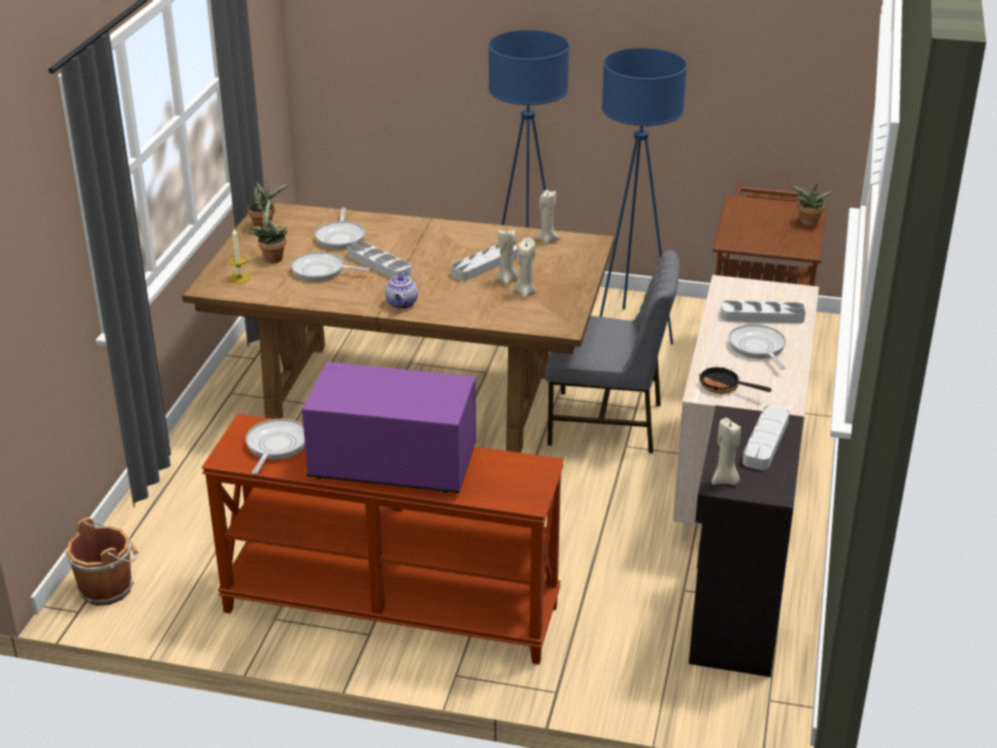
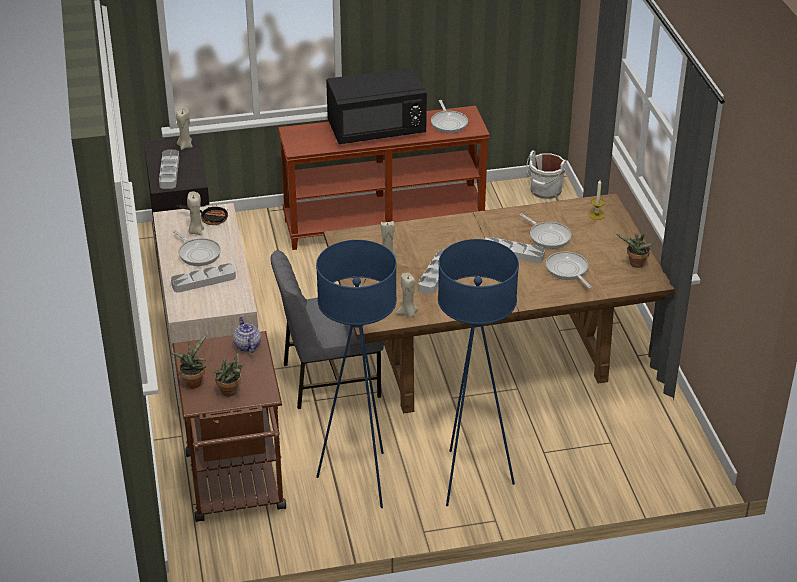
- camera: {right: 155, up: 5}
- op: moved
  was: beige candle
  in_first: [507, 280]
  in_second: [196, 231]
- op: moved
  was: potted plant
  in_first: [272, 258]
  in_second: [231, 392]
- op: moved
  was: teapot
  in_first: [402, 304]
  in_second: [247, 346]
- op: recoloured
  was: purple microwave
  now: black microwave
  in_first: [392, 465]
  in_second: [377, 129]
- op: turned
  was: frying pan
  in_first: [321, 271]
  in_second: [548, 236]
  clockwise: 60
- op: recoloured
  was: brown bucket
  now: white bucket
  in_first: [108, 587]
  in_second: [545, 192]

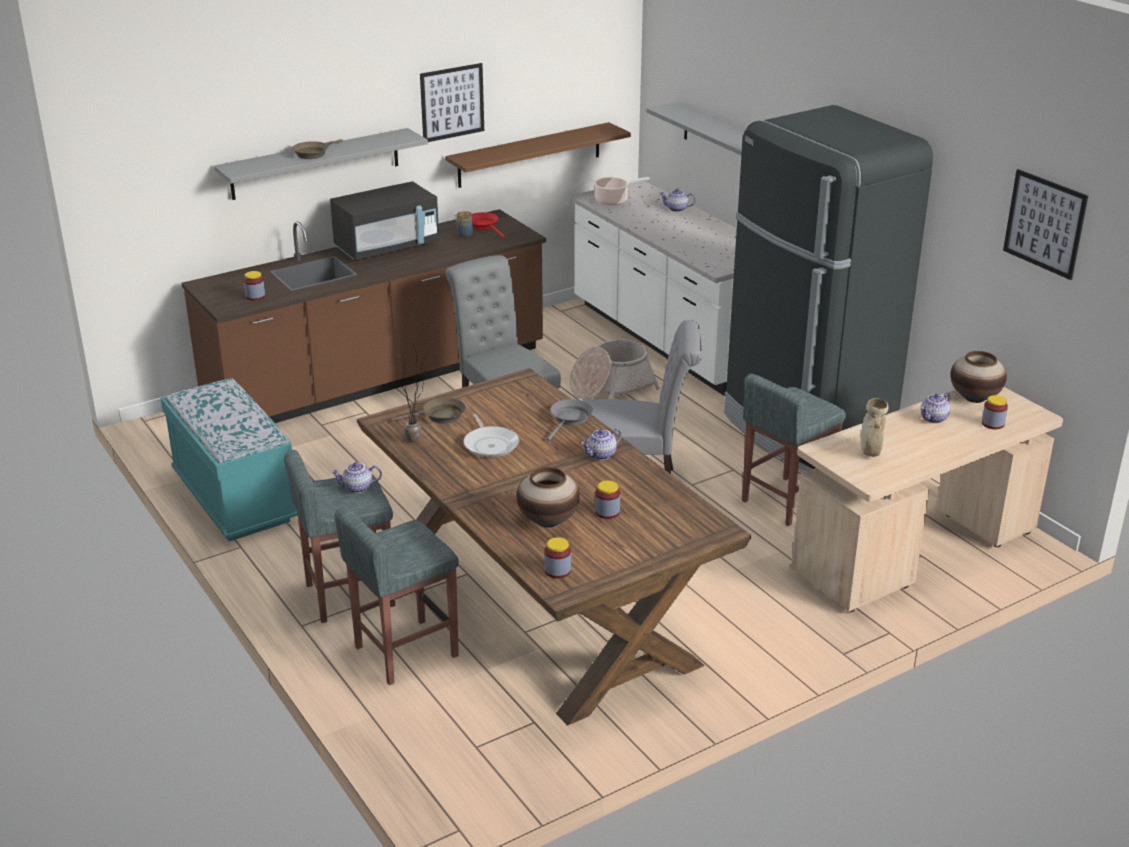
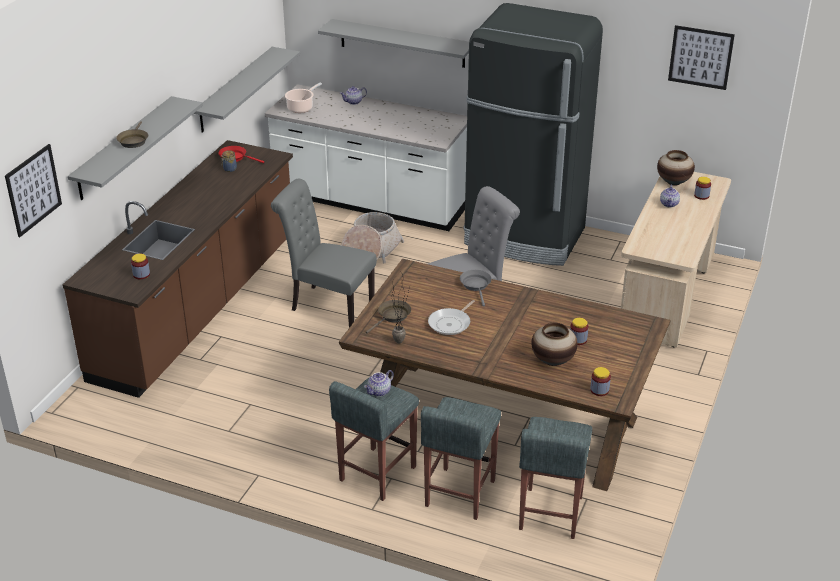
- camera: {right: -35, up: 5}
- op: moved
  was: picture
  in_first: [452, 102]
  in_second: [33, 190]
- op: recoloured
  was: brown shelf
  now: grey shelf
  in_first: [529, 155]
  in_second: [235, 89]
- op: turned
  was: frying pan
  in_first: [490, 444]
  in_second: [451, 323]
  clockwise: 90
- op: moved
  was: grey stool
  in_first: [785, 501]
  in_second: [550, 513]
- op: removed
  was: turquoise bench
  in_first: [234, 499]
- op: removed
  was: black microwave
  in_first: [387, 247]
- op: removed
  was: teapot
  in_first: [601, 455]
- op: removed
  was: beige vase
  in_first: [870, 453]

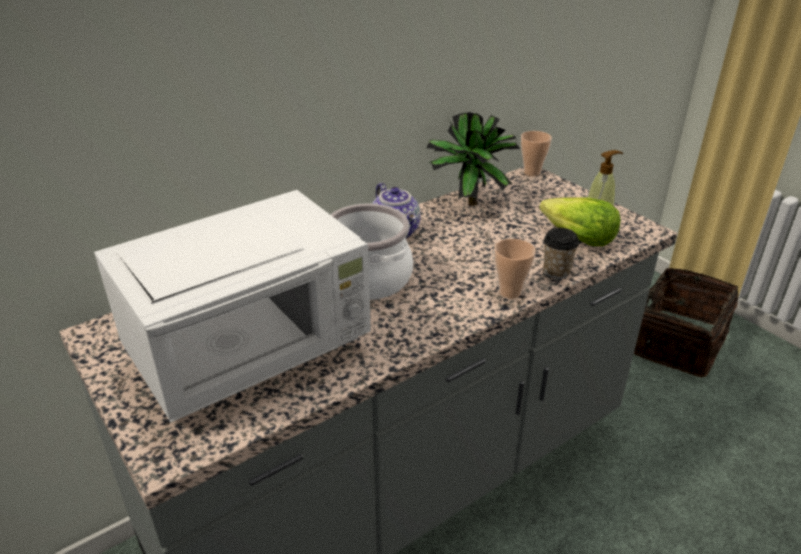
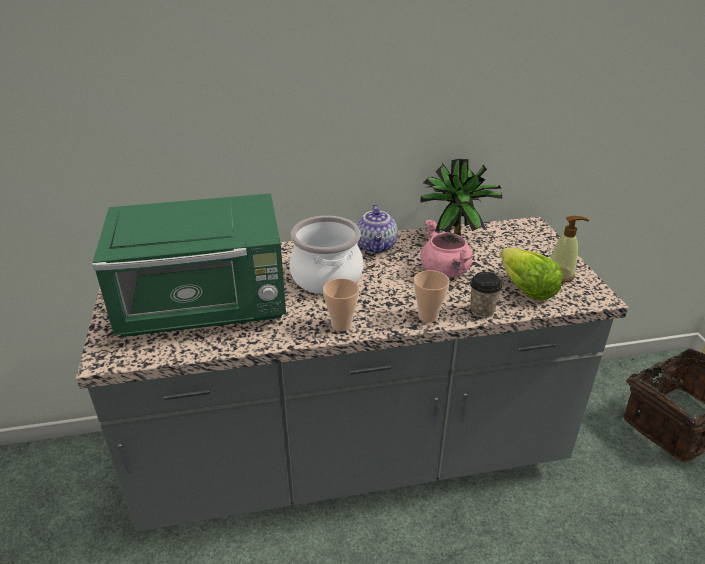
- camera: {right: 25, up: 0}
- op: recoloured
  was: white microwave
  now: green microwave
  in_first: [253, 354]
  in_second: [206, 308]
- op: moved
  was: cup
  in_first: [532, 172]
  in_second: [341, 325]
- op: added
  now: pink cooking pot
  in_second: [446, 271]

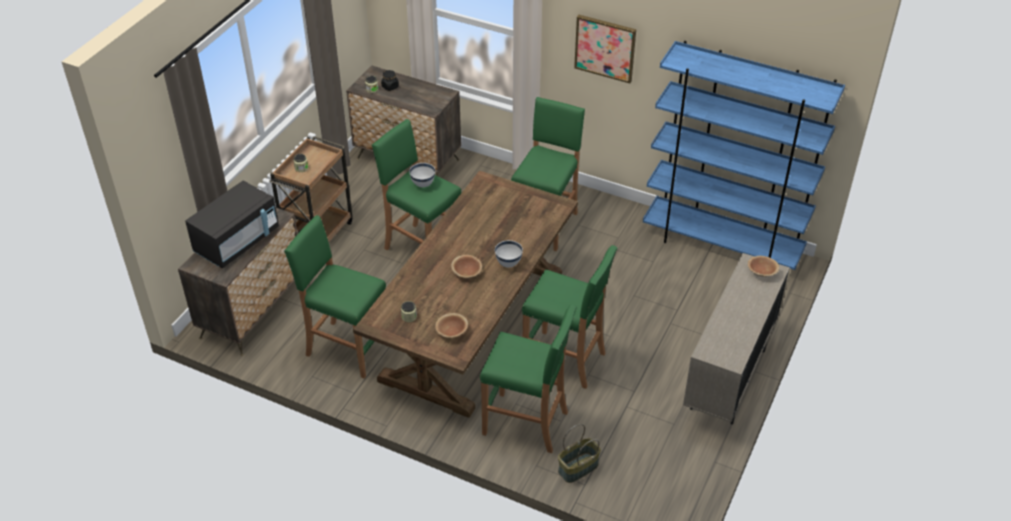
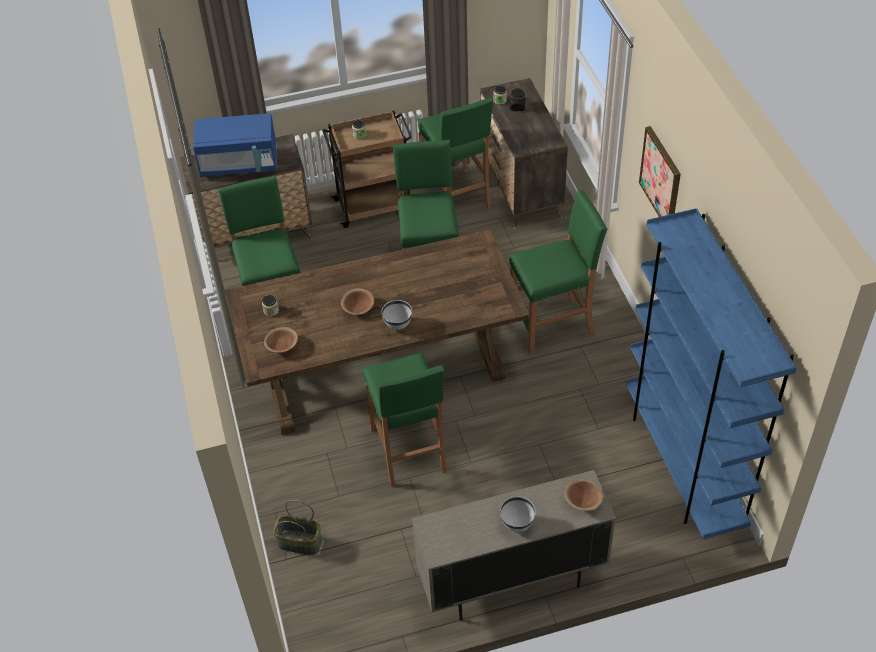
- camera: {right: 50, up: 5}
- op: recoloured
  was: black microwave
  now: blue microwave
  in_first: [237, 241]
  in_second: [239, 163]
- op: moved
  was: green stool
  in_first: [526, 423]
  in_second: [456, 196]
- op: moved
  was: white bowl
  in_first: [423, 184]
  in_second: [517, 524]

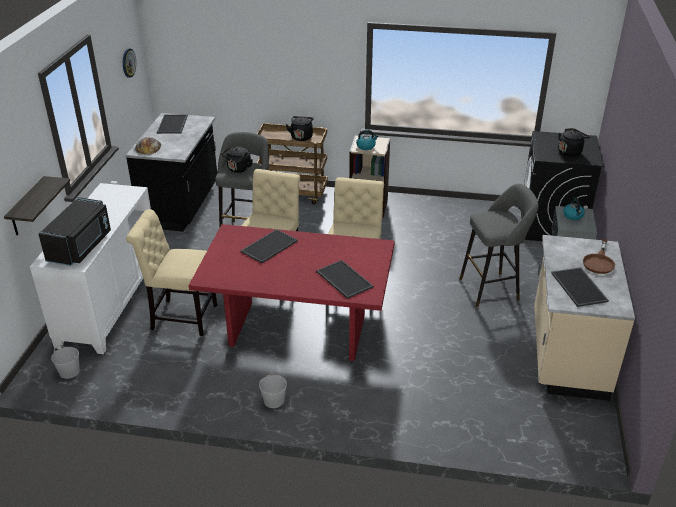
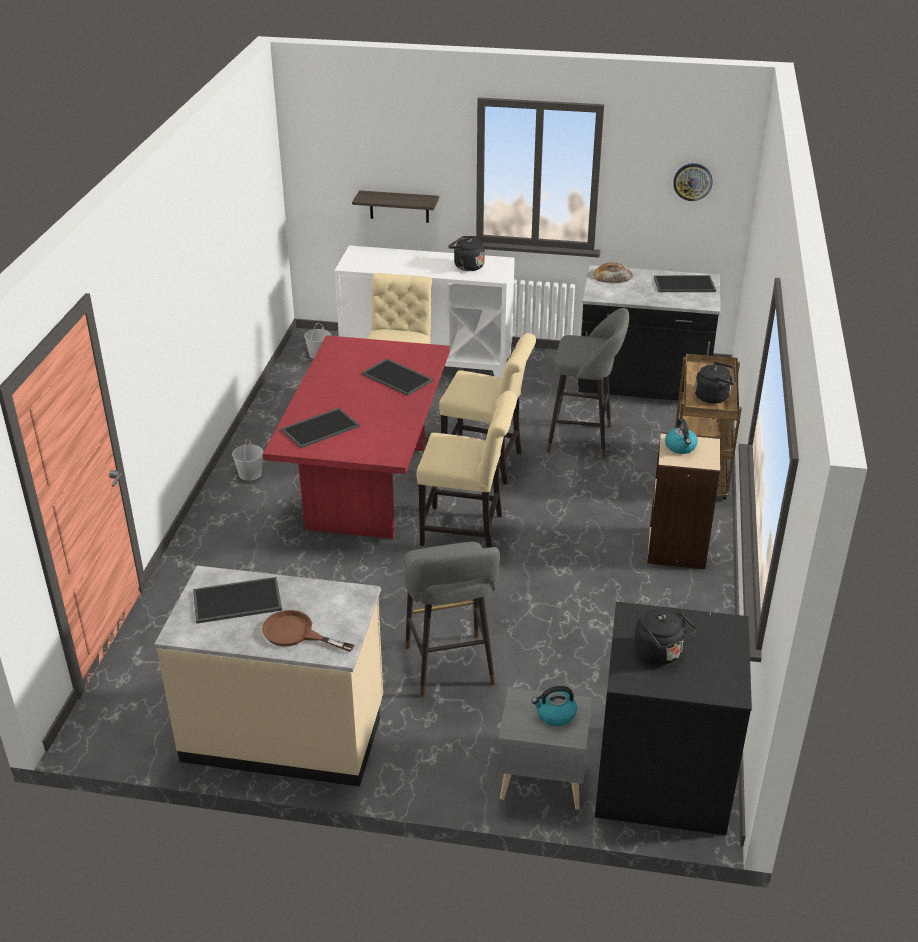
- camera: {right: 90, up: 0}
- op: moved
  was: black kettle
  in_first: [238, 169]
  in_second: [467, 266]
- op: removed
  was: black microwave
  in_first: [81, 246]

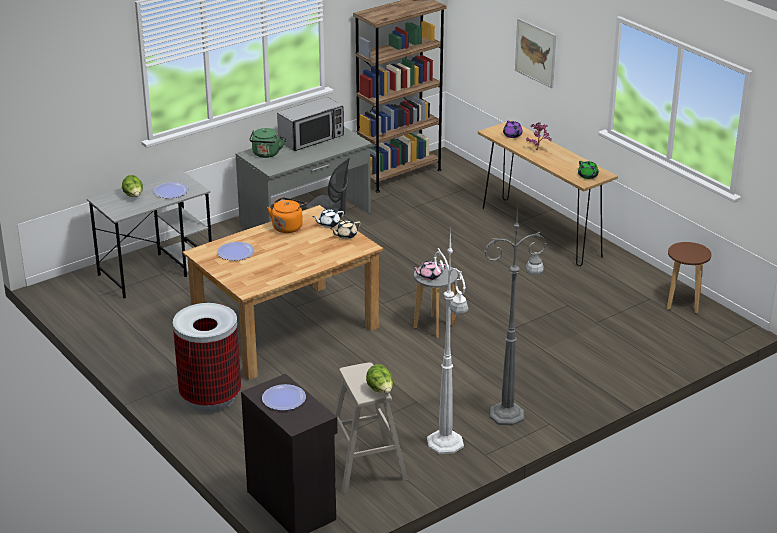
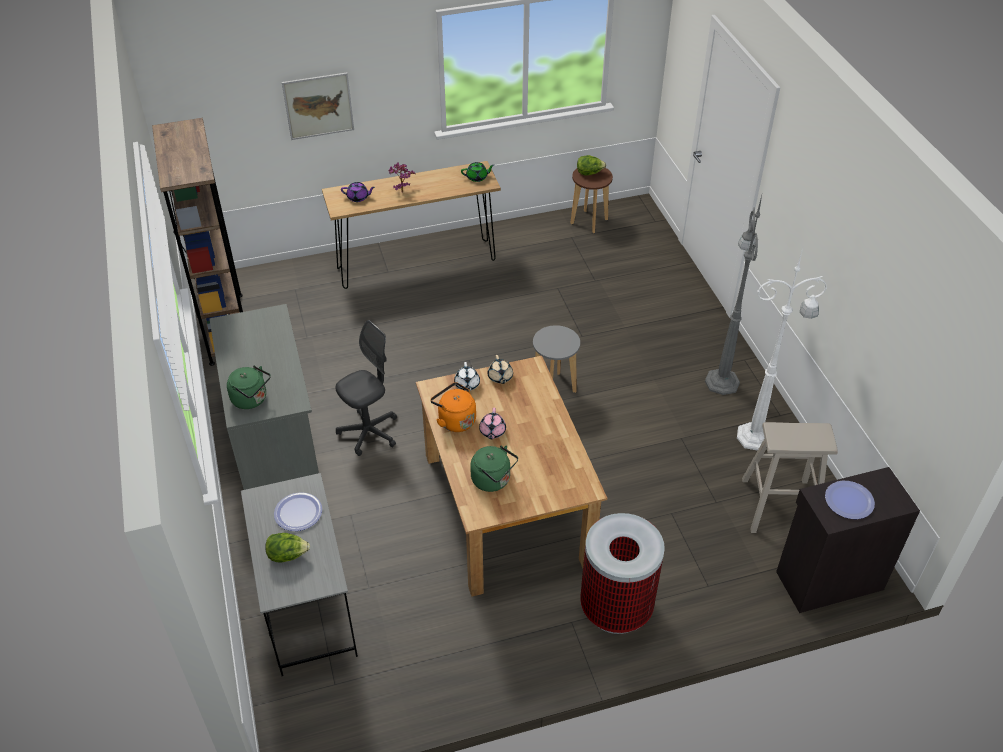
- camera: {right: -70, up: 15}
- op: replaced
  was: plate
  now: green kettle
  in_first: [235, 252]
  in_second: [493, 480]
- op: moved
  was: pink teapot
  in_first: [429, 276]
  in_second: [492, 431]
- op: moved
  was: lettuce
  in_first: [380, 390]
  in_second: [589, 173]
- op: removed
  was: microwave
  in_first: [311, 139]

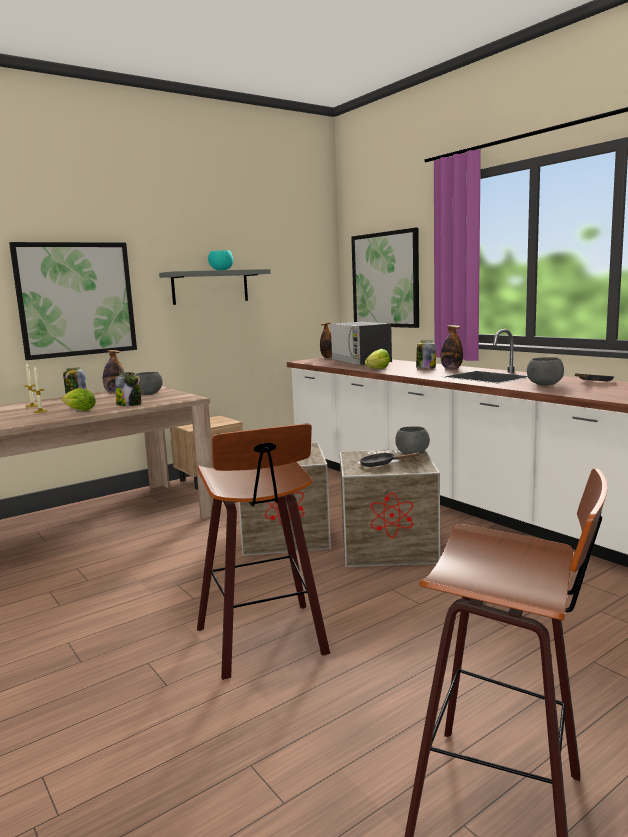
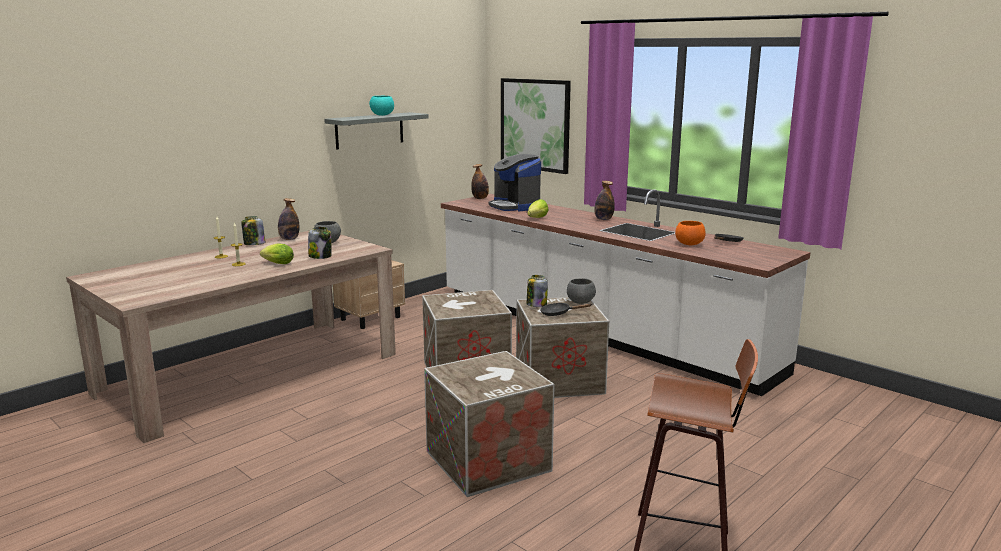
- camera: {right: -10, up: 5}
- op: replaced
  was: stool
  now: crate
  in_first: [266, 642]
  in_second: [488, 461]
- op: replaced
  was: microwave
  now: coffee machine
  in_first: [361, 362]
  in_second: [515, 206]
- op: moved
  was: jar
  in_first: [425, 368]
  in_second: [536, 305]
- op: recoloured
  was: grey bowl
  now: orange bowl
  in_first: [544, 385]
  in_second: [689, 244]
- op: removed
  was: picture
  in_first: [76, 299]

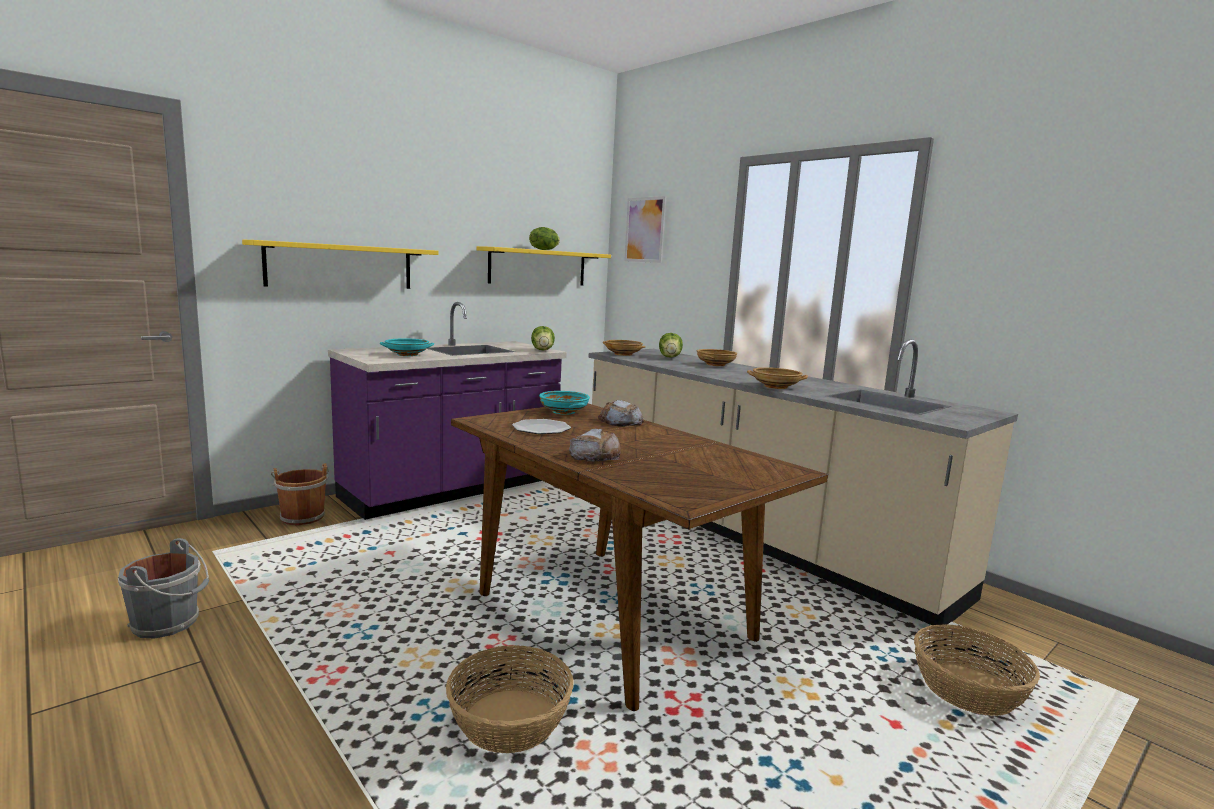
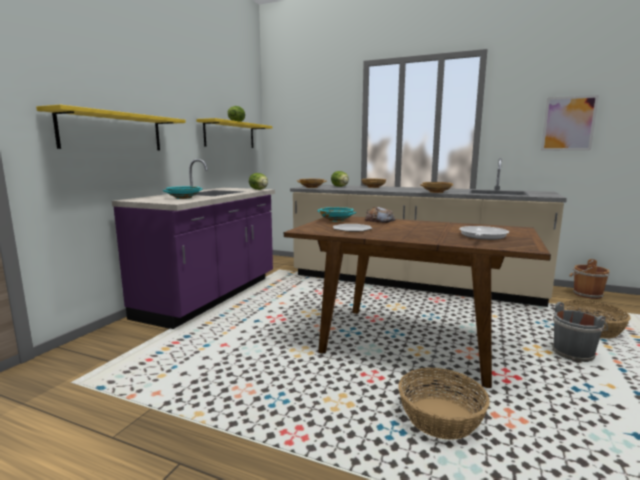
- camera: {right: -25, up: 0}
- op: added
  now: frying pan
  in_second: [482, 236]
- op: moved
  was: picture
  in_first: [645, 230]
  in_second: [568, 123]
- op: moved
  was: grey bucket
  in_first: [169, 623]
  in_second: [573, 353]
- op: moved
  was: brown bucket
  in_first: [302, 517]
  in_second: [586, 294]
- op: removed
  was: bread
  in_first: [595, 455]

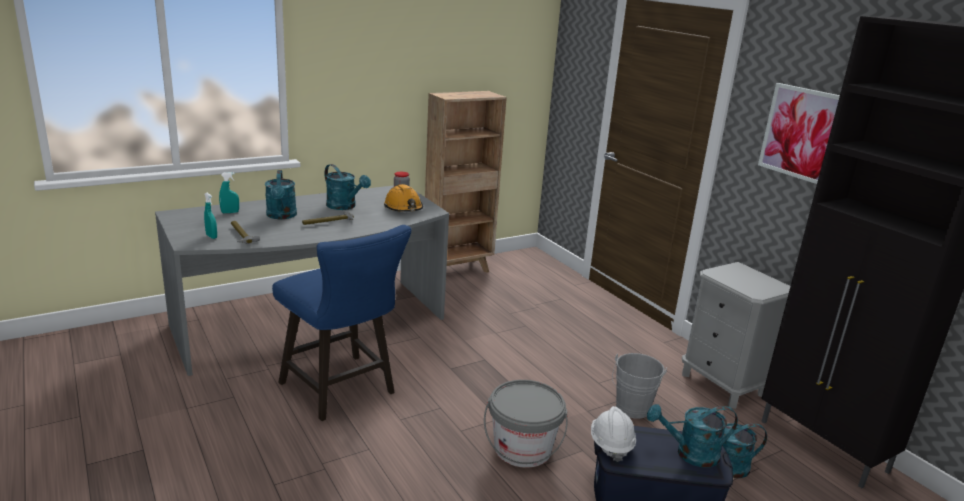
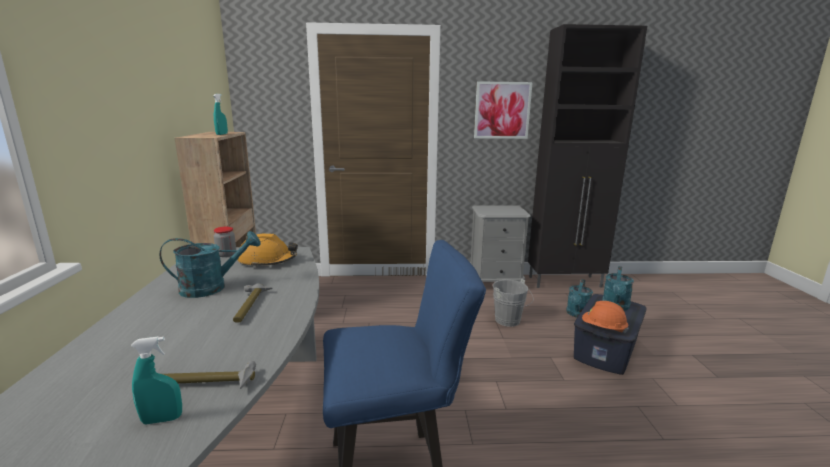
- camera: {right: -60, up: -5}
- op: moved
  was: turquoise spray bottle
  in_first: [230, 212]
  in_second: [222, 134]
- op: recoloured
  was: white hard hat
  now: orange hard hat
  in_first: [611, 444]
  in_second: [603, 328]
- op: removed
  was: turquoise watering can
  in_first: [281, 216]
- op: removed
  was: grey bucket
  in_first: [522, 449]

